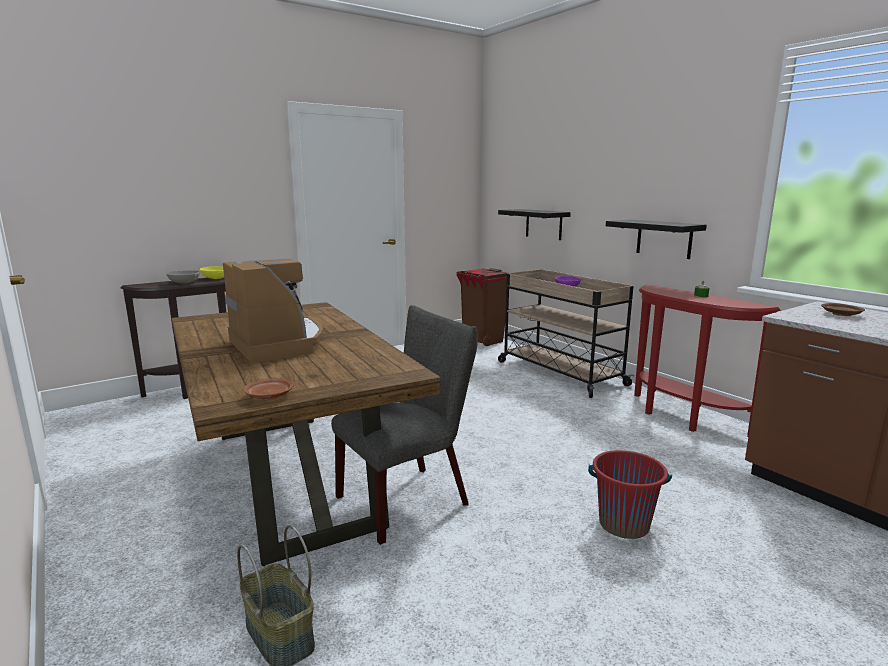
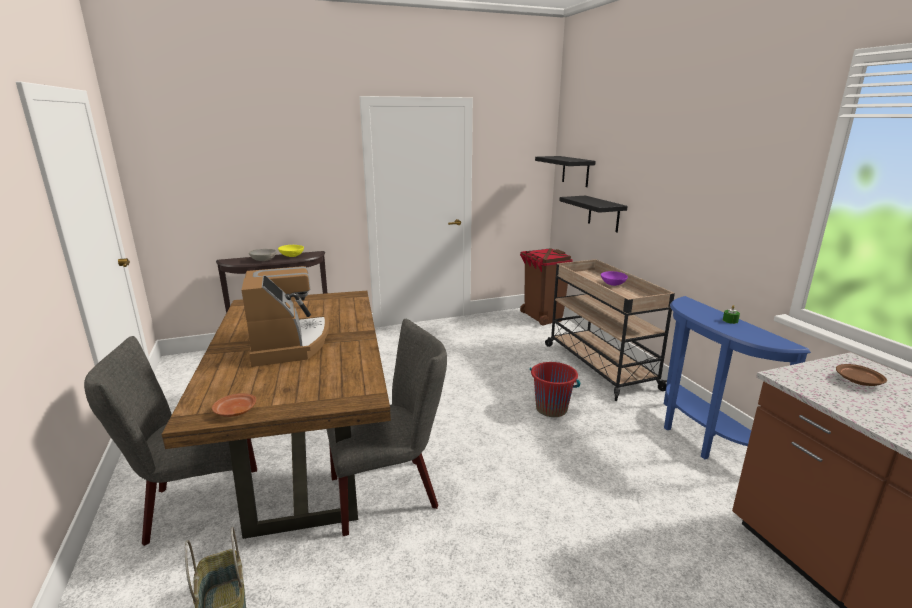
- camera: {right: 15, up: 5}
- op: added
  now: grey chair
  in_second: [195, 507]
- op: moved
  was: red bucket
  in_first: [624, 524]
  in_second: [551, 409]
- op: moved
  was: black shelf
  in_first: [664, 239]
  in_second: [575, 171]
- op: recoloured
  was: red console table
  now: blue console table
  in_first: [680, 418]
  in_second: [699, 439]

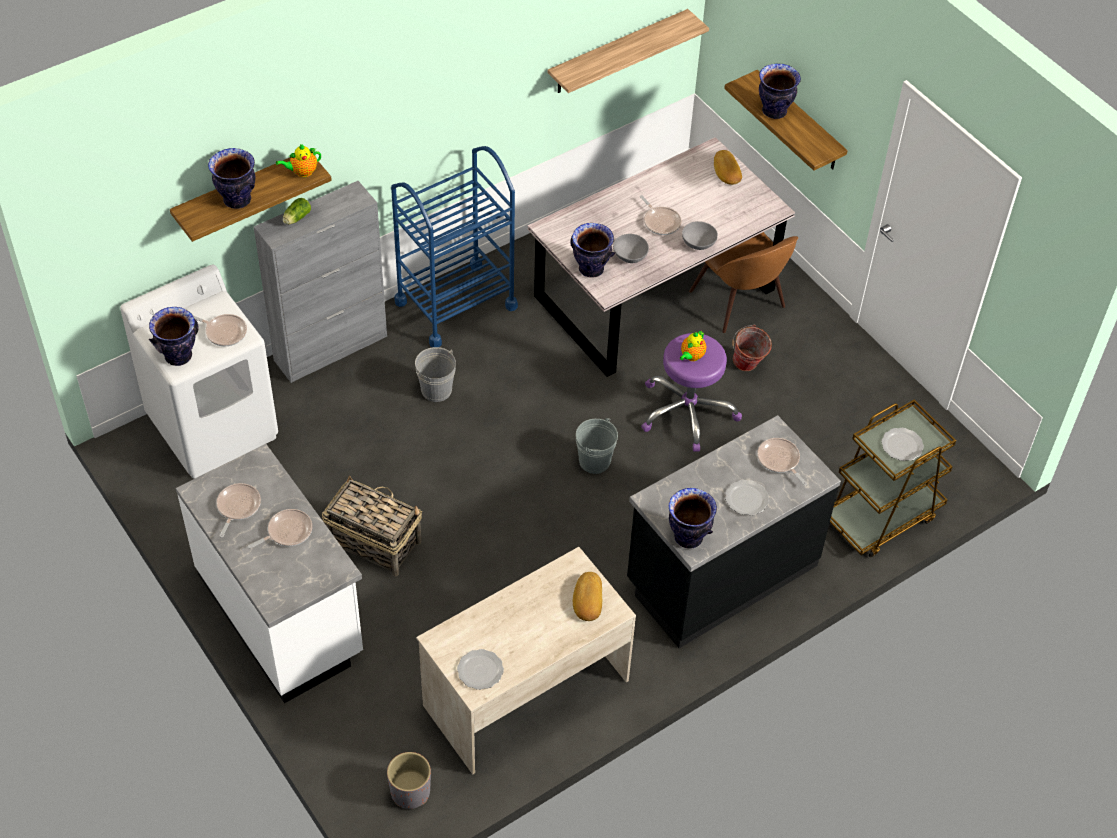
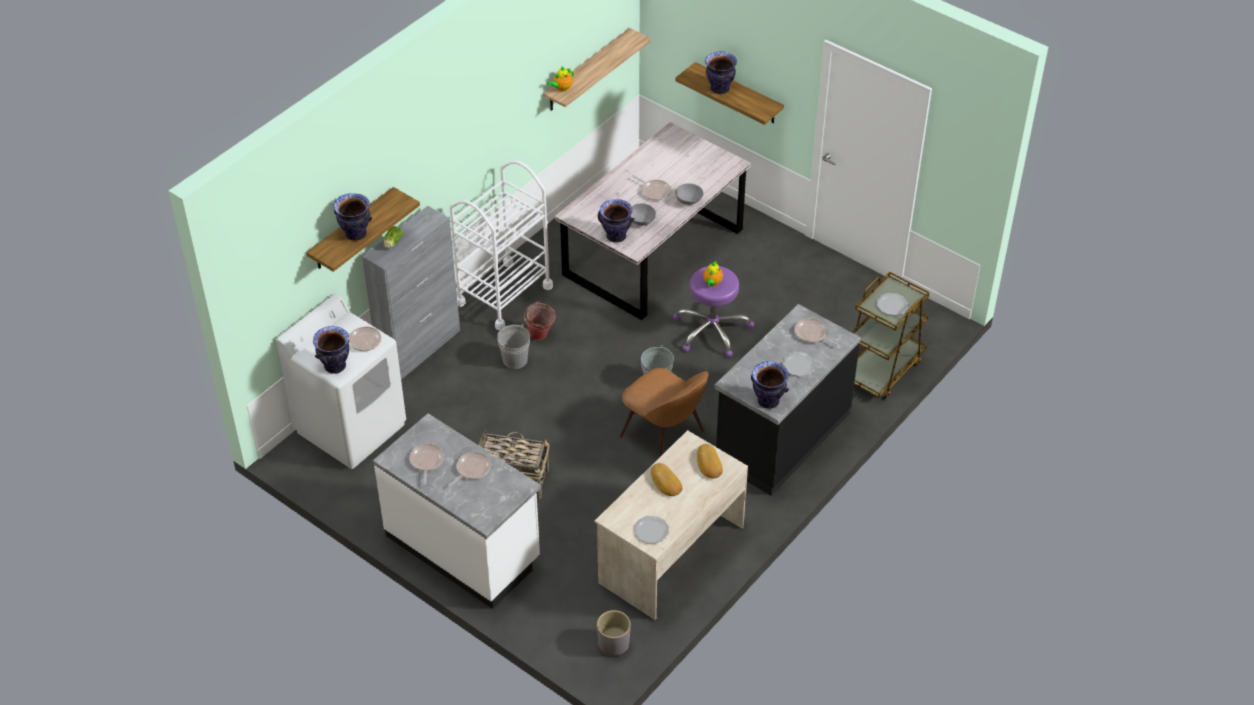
- camera: {right: -15, up: -5}
- op: recoloured
  was: blue cart
  now: white cart
  in_first: [455, 304]
  in_second: [504, 295]
- op: moved
  was: bucket
  in_first: [747, 367]
  in_second: [540, 336]
- op: moved
  was: teapot
  in_first: [302, 172]
  in_second: [561, 88]
- op: moved
  was: brown chair
  in_first: [739, 301]
  in_second: [664, 435]
- op: moved
  was: bread
  in_first: [726, 170]
  in_second: [665, 482]

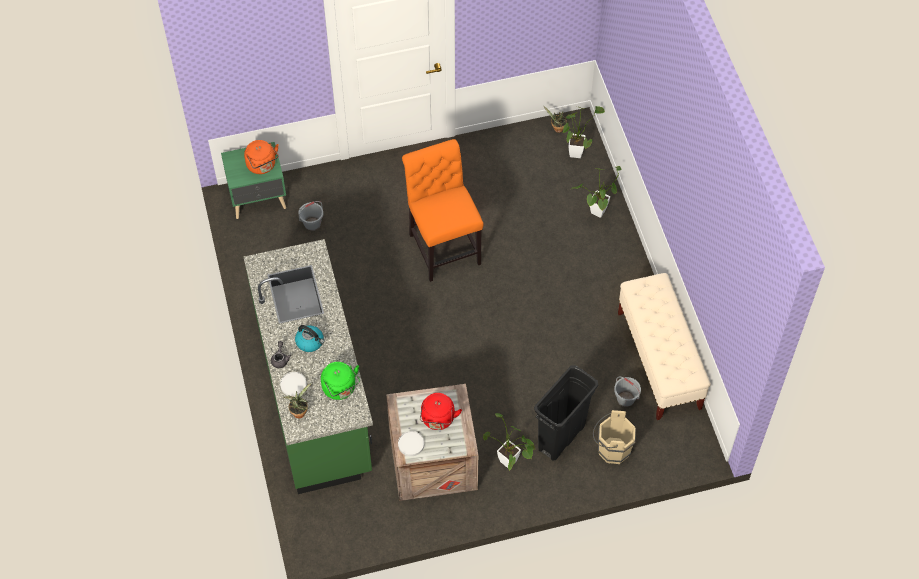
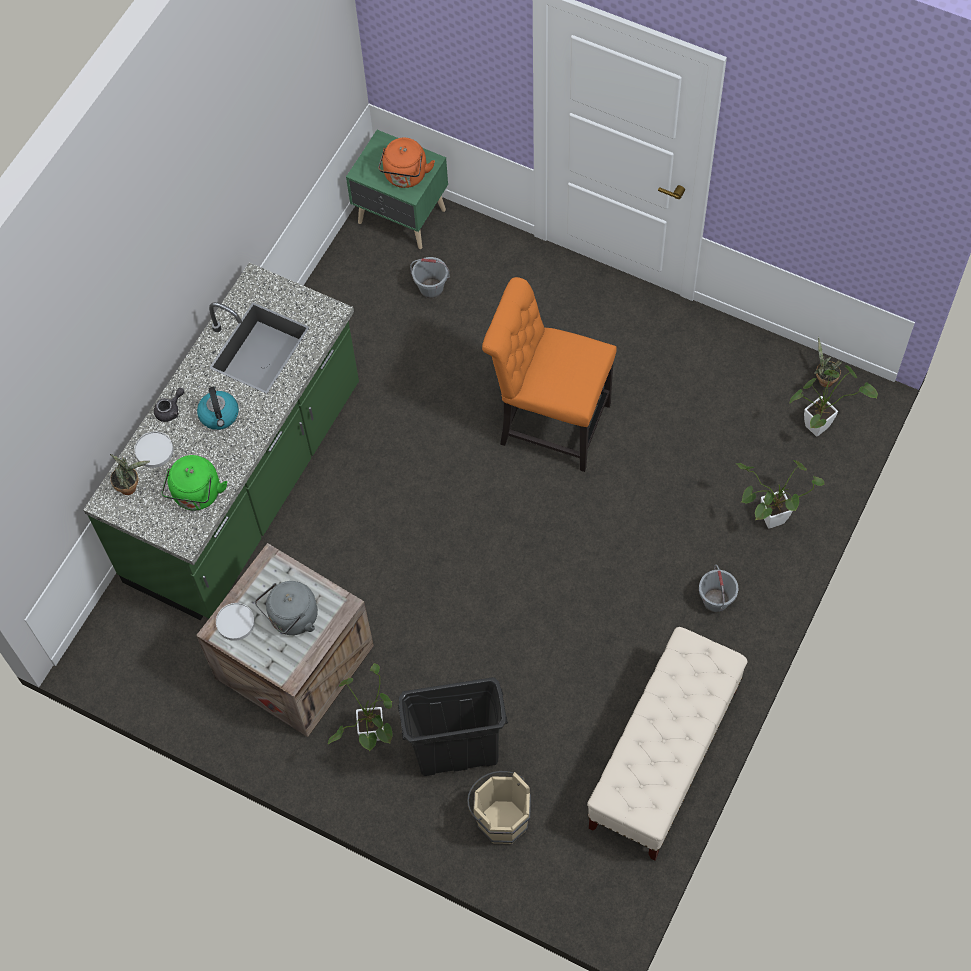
- camera: {right: 45, up: 5}
- op: recoloured
  was: red kettle
  now: grey kettle
  in_first: [438, 420]
  in_second: [291, 619]
- op: turned
  was: orange chair
  in_first: [443, 246]
  in_second: [549, 422]
  clockwise: -90
- op: moved
  was: grey bucket
  in_first: [625, 399]
  in_second: [716, 600]

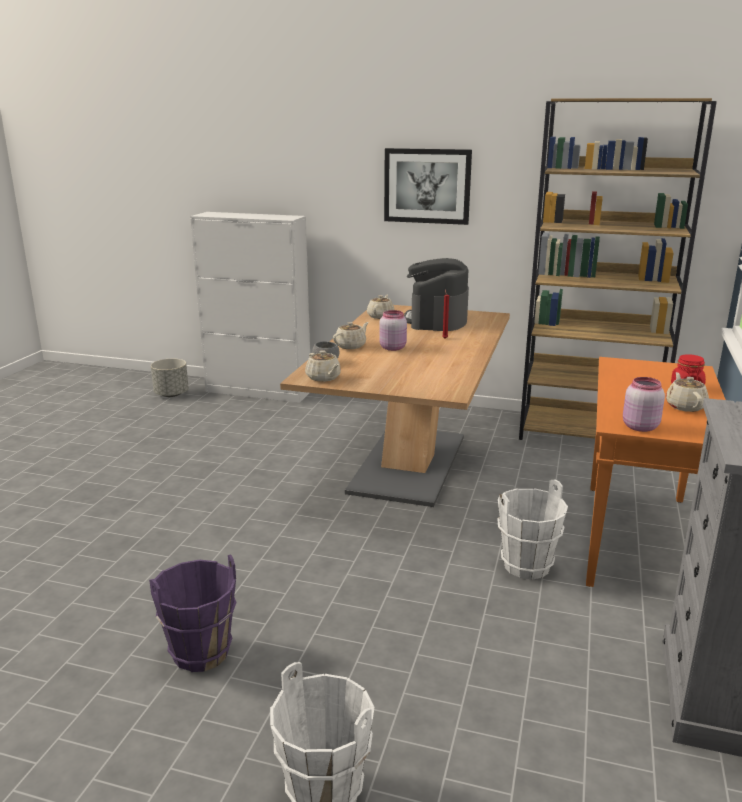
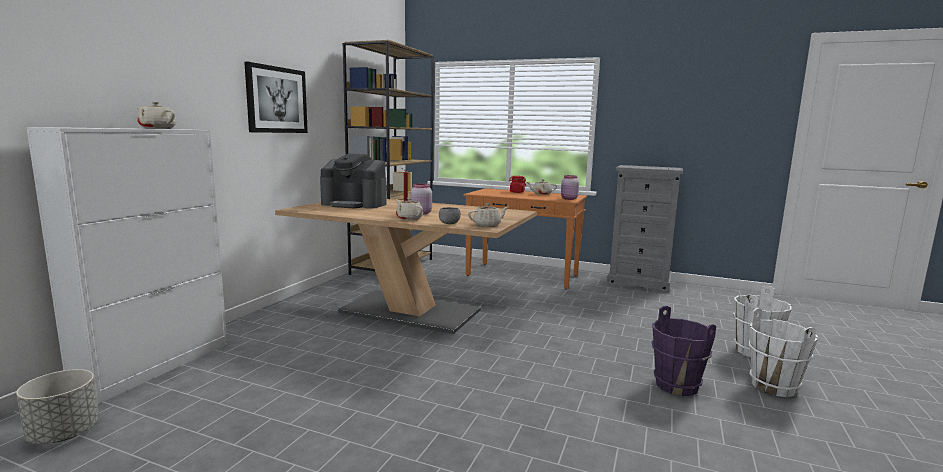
- camera: {right: -85, up: -10}
- op: moved
  was: beige teapot
  in_first: [380, 316]
  in_second: [157, 128]
- op: moved
  was: white bucket
  in_first: [527, 566]
  in_second: [774, 386]

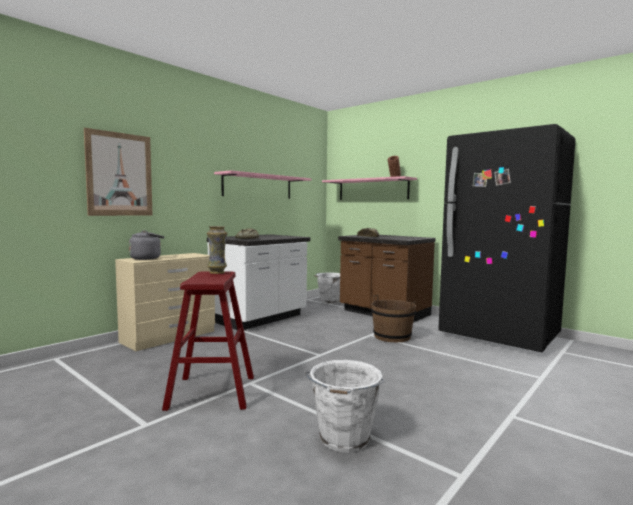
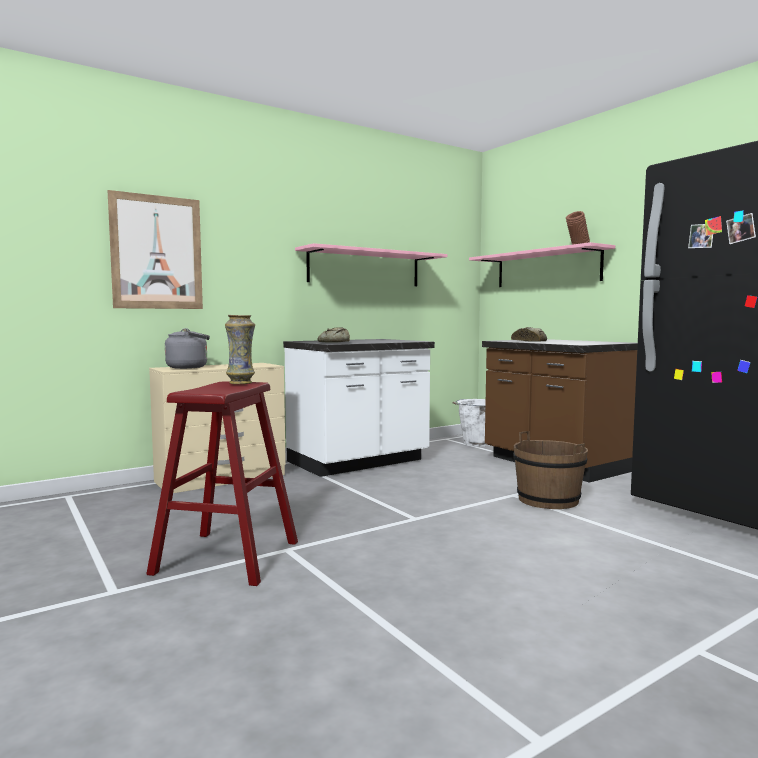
- camera: {right: 15, up: 0}
- op: removed
  was: white bucket
  in_first: [344, 440]

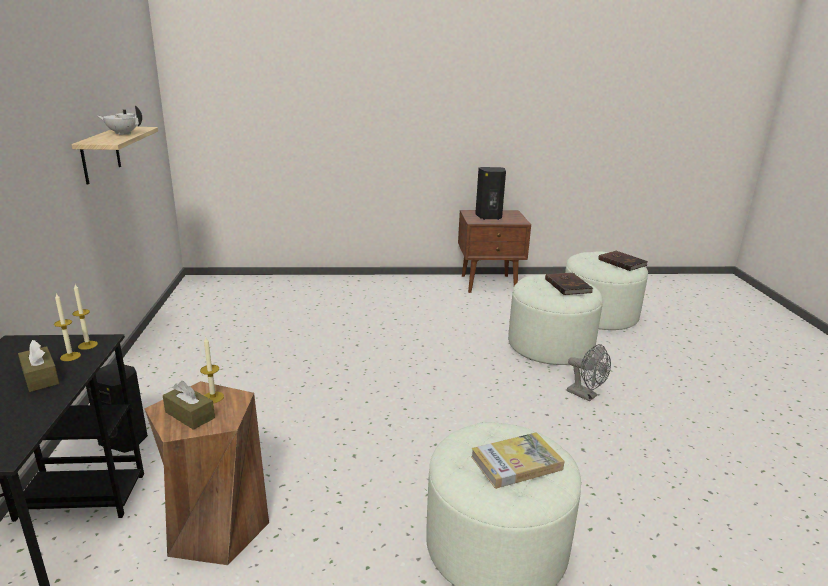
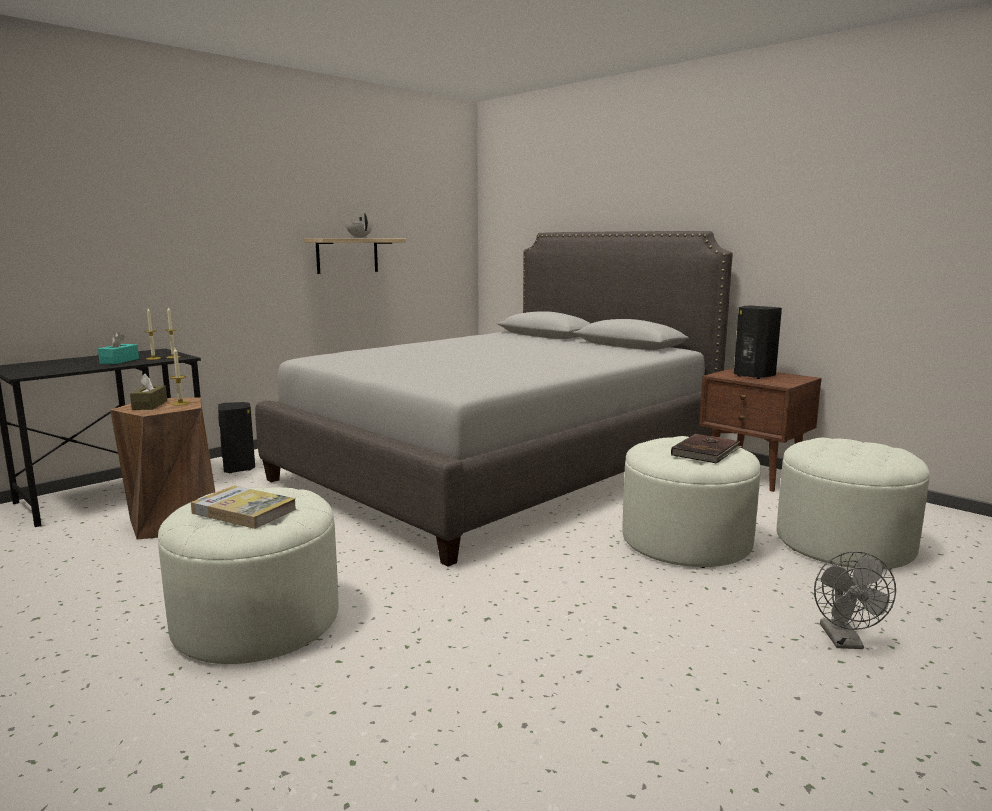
- camera: {right: 50, up: -10}
- op: recoloured
  was: brown tissue box
  now: turquoise tissue box
  in_first: [40, 377]
  in_second: [119, 361]
- op: added
  now: grey bed
  in_second: [502, 468]
- op: moved
  was: grey fan
  in_first: [586, 395]
  in_second: [845, 641]
- op: removed
  was: brown book
  in_first: [622, 262]

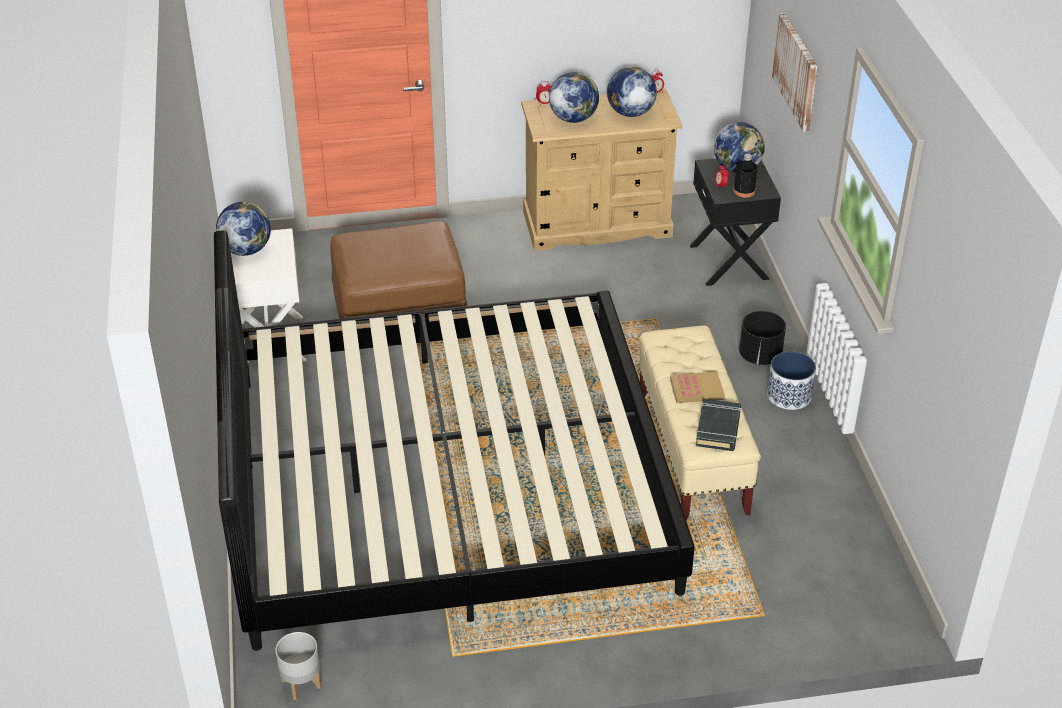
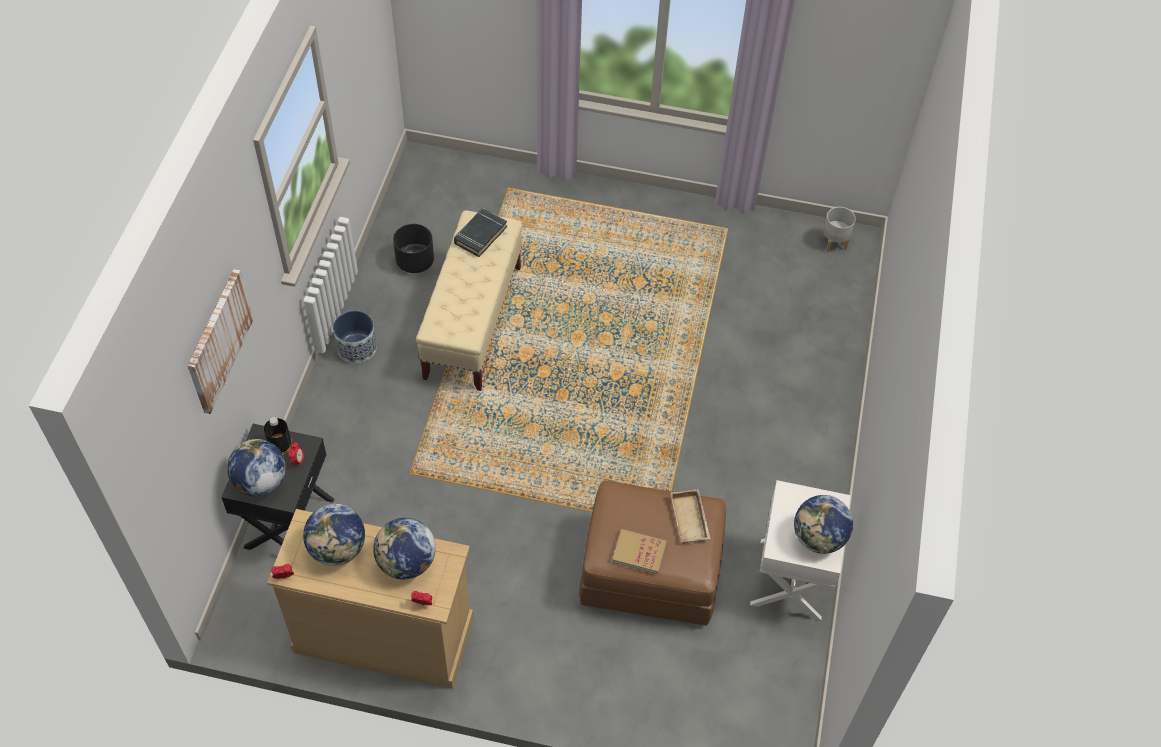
- camera: {right: -160, up: 15}
- op: moved
  was: black planter
  in_first: [760, 356]
  in_second: [415, 261]
- op: moved
  was: book
  in_first: [696, 389]
  in_second: [639, 552]
- op: added
  now: beige tray
  in_second: [691, 519]
- op: removed
  was: bed
  in_first: [445, 482]

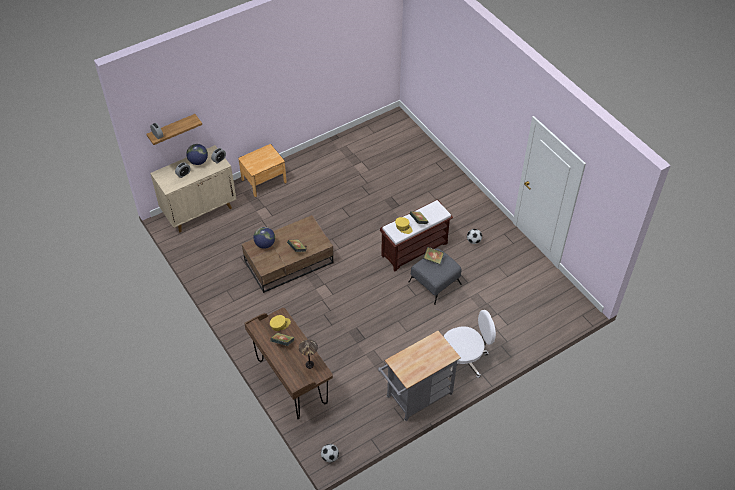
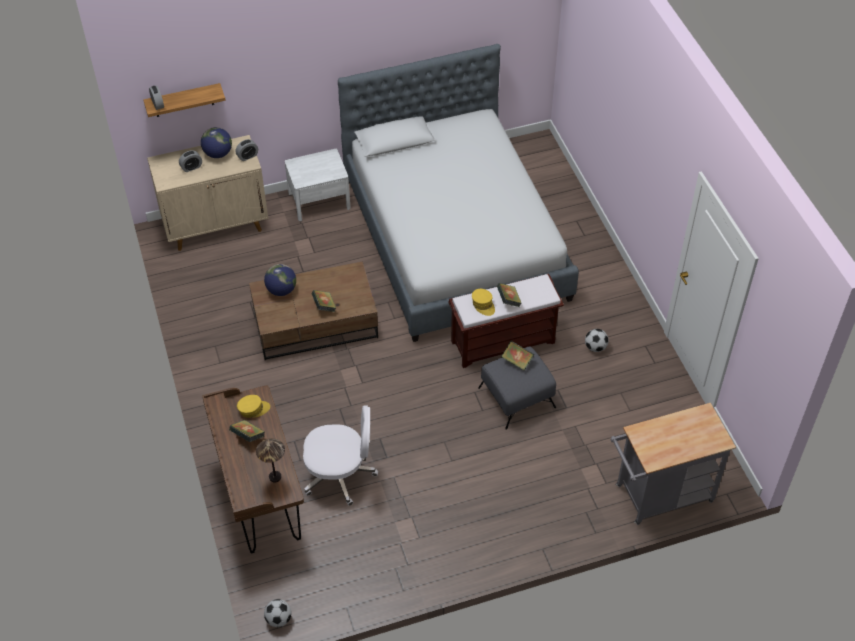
- camera: {right: 15, up: 0}
- op: recoloured
  was: brown nightstand
  now: white nightstand
  in_first: [264, 181]
  in_second: [319, 201]
- op: moved
  was: white office chair
  in_first: [464, 359]
  in_second: [340, 474]
- op: added
  now: bed
  in_second: [455, 238]
- op: moved
  was: grey cart
  in_first: [416, 398]
  in_second: [658, 496]

